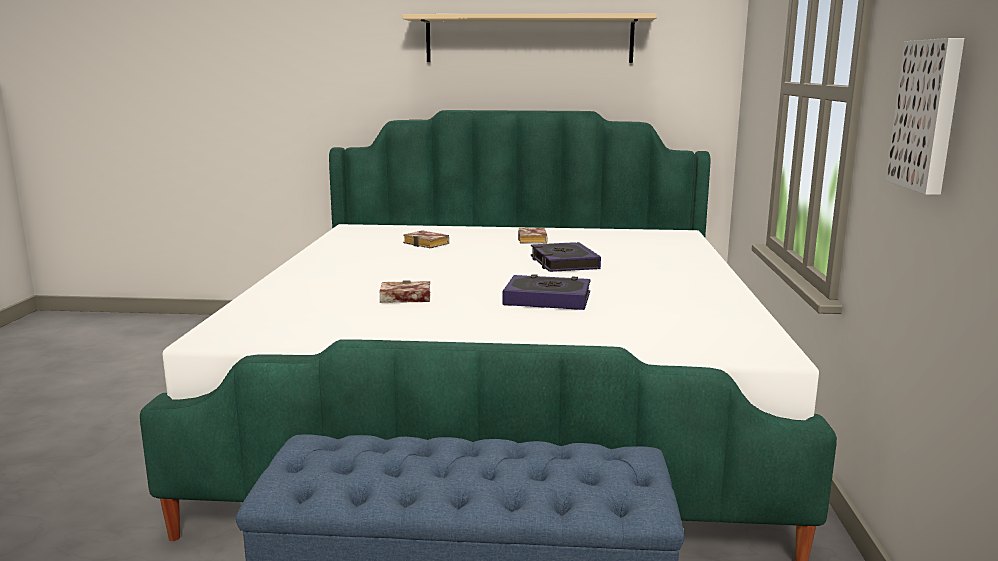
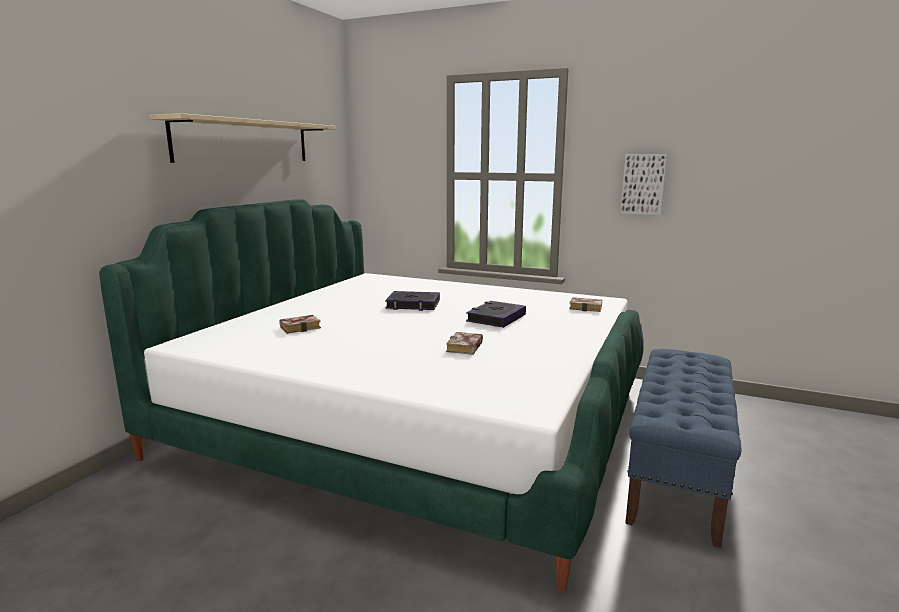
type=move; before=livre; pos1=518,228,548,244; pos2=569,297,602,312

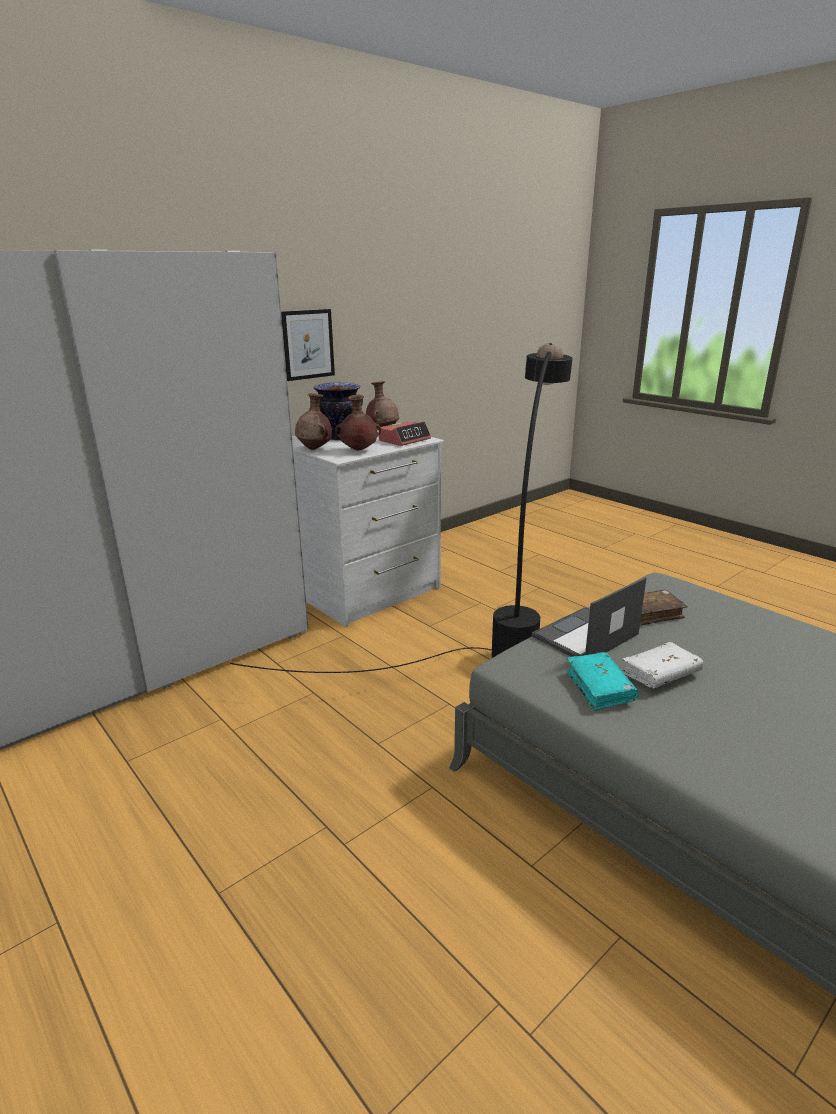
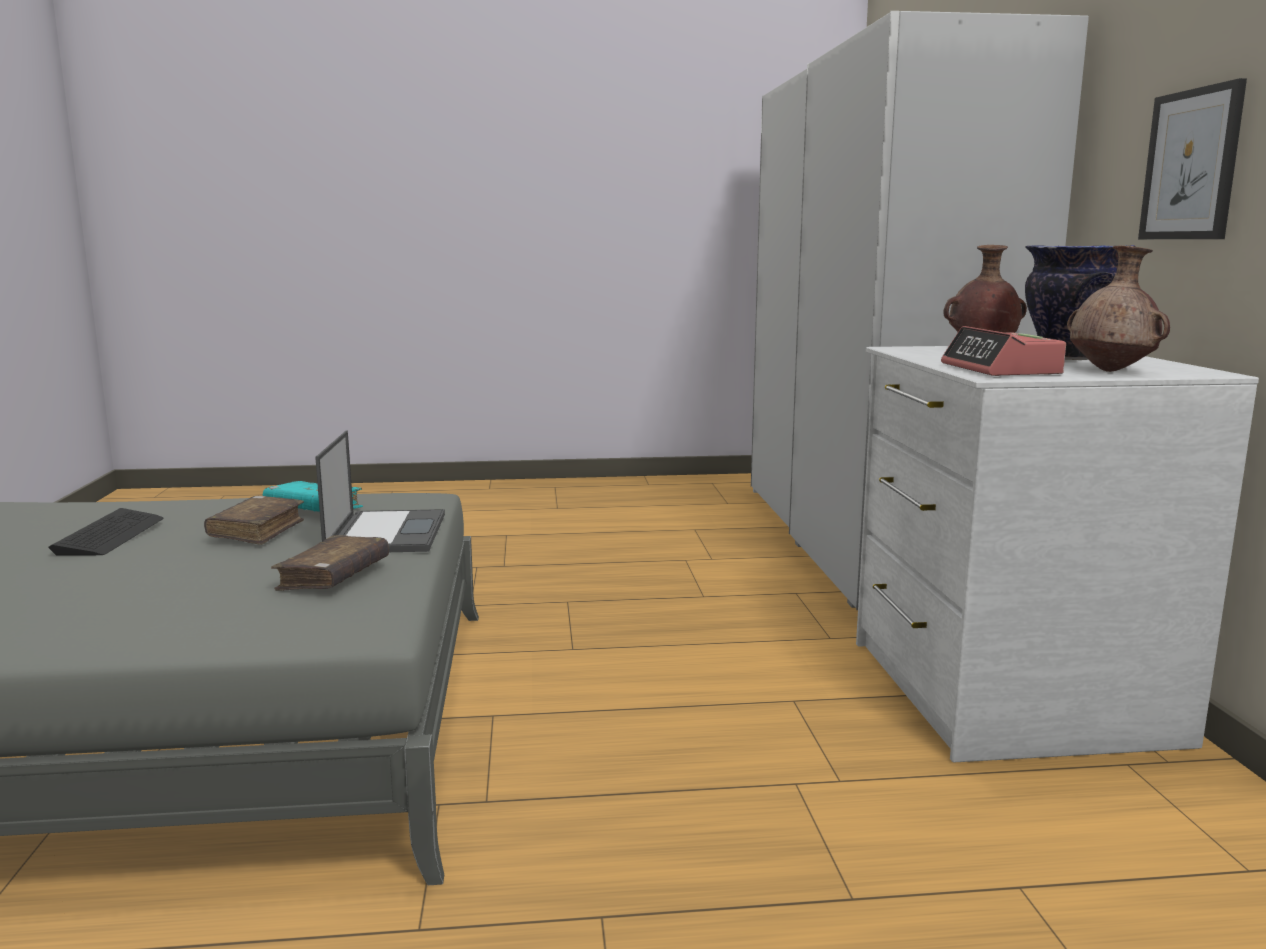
type=insert; after=clavier; pos2=48,508,164,556
type=recolor; before=livre/blanc; after=livre/marron; pos1=622,642,704,688; pos2=204,496,304,545
type=delete; before=lampadaire/noir; pos1=230,343,573,673
type=delete; before=vase/marron; pos1=335,395,381,450

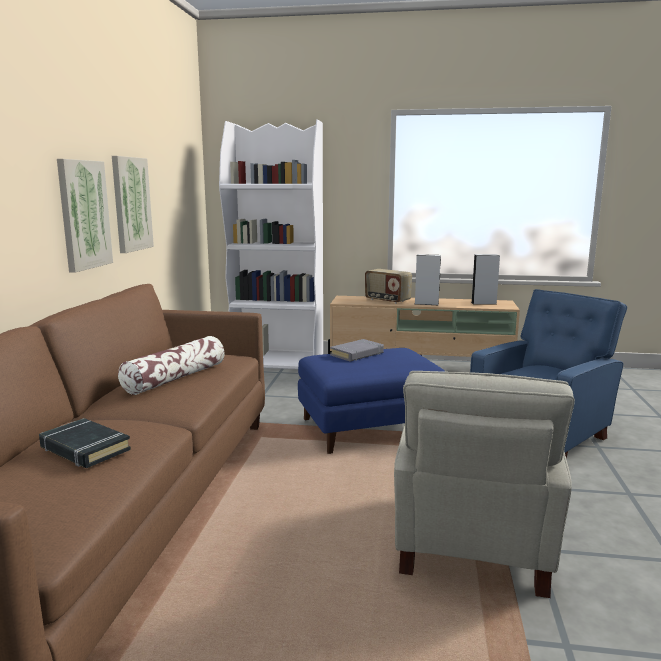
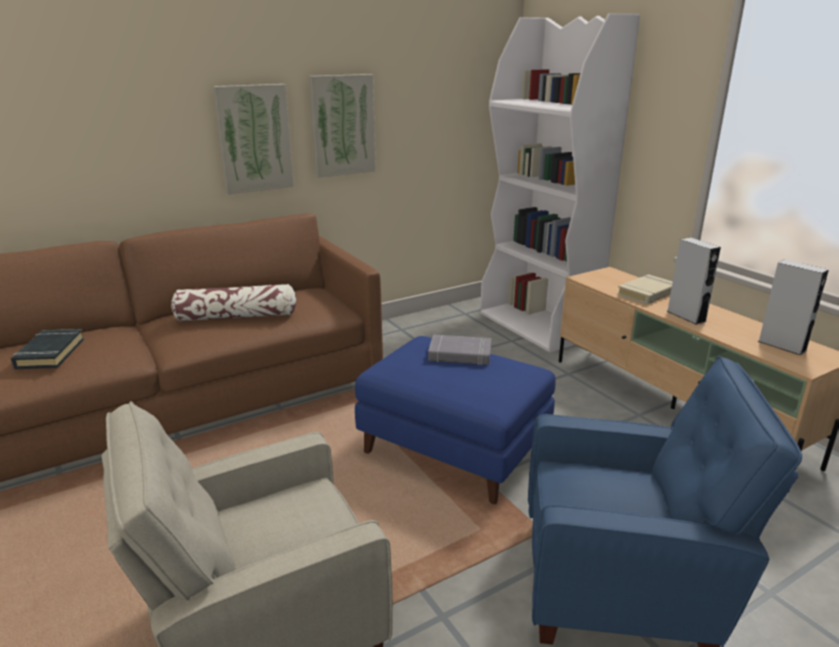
type=replace; before=radio; after=livre/beige; pos1=365,269,412,304; pos2=617,274,673,305

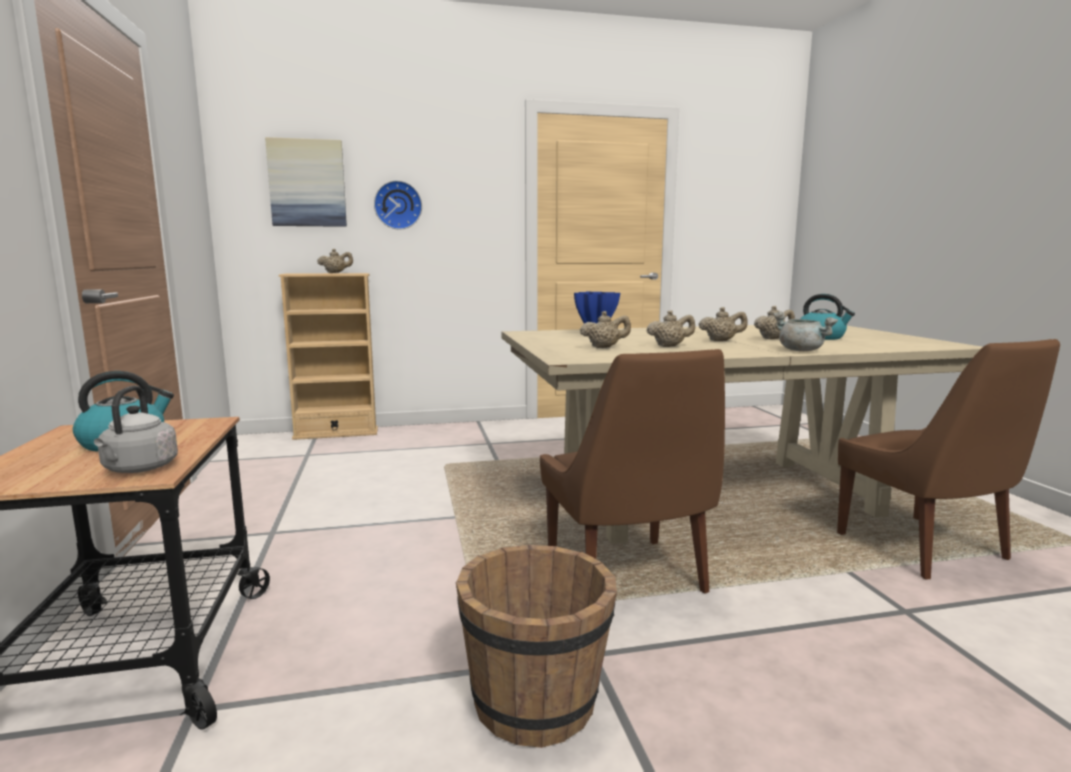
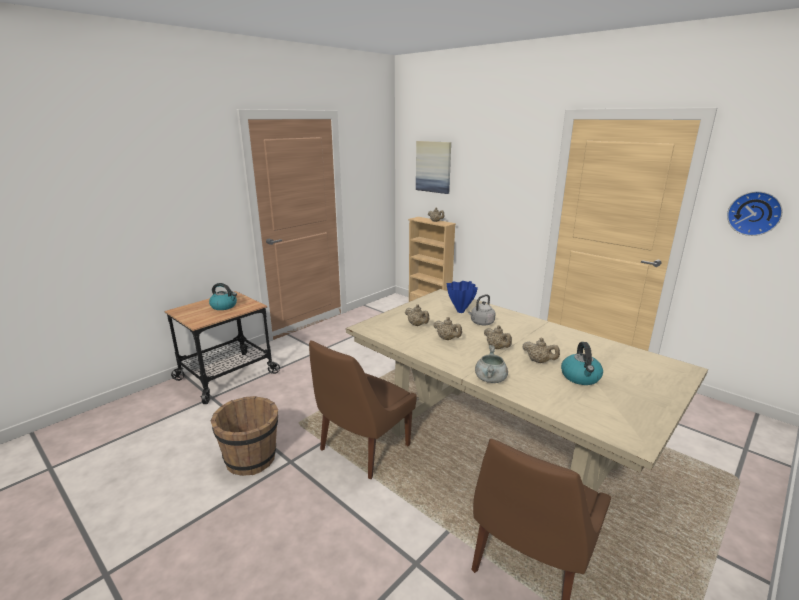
type=move; before=bouilloire/gris; pos1=94,386,178,473; pos2=468,294,495,326
type=move; before=horloge murale; pos1=374,180,422,230; pos2=727,191,783,236

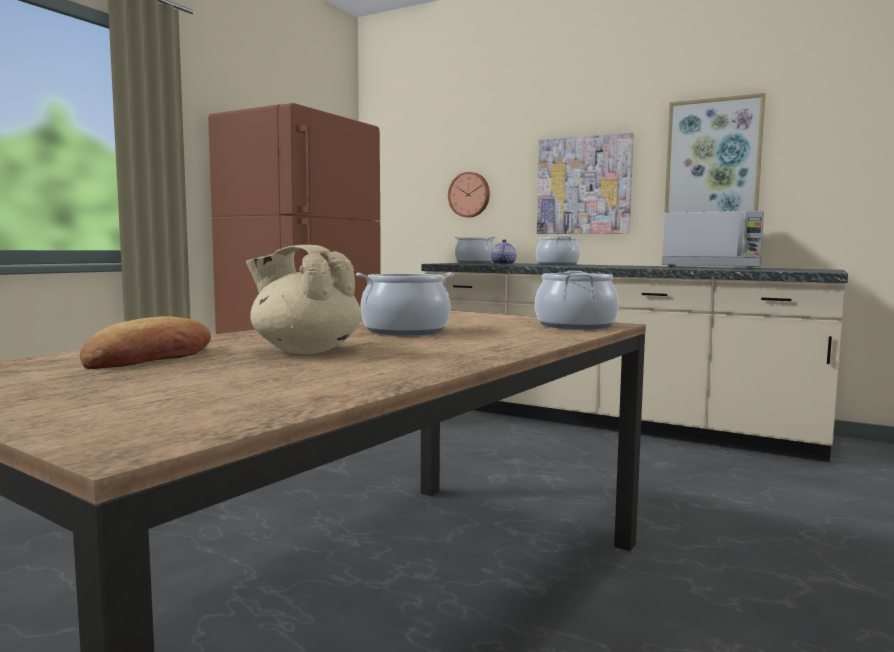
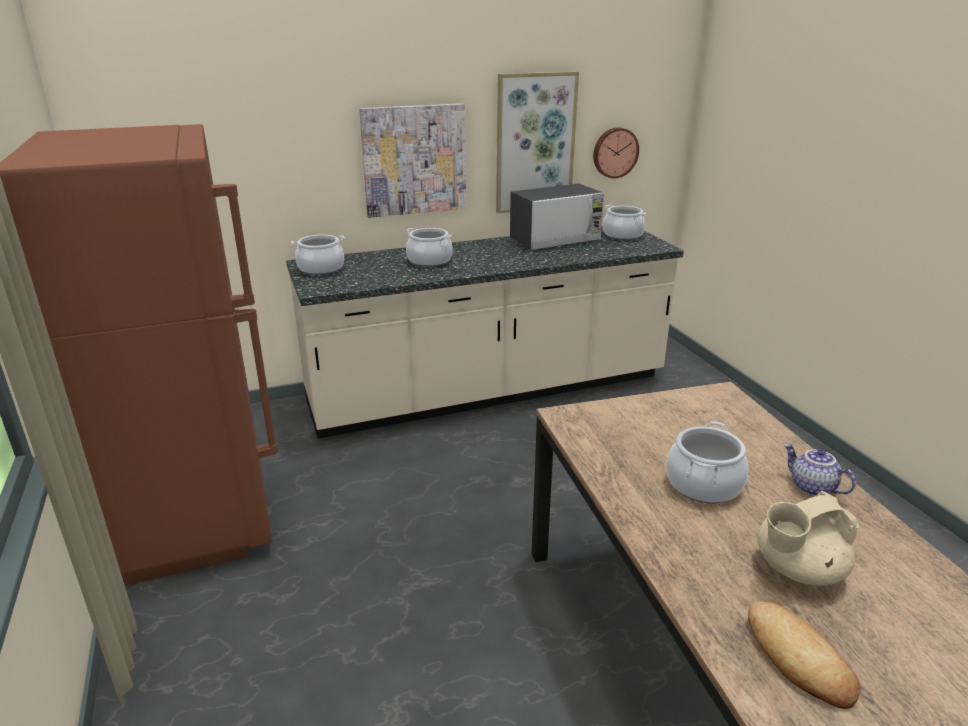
type=move; before=horloge murale; pos1=448,172,490,217; pos2=593,127,639,178
type=move; before=marmite; pos1=535,271,619,329; pos2=603,205,646,240
type=move; before=théière; pos1=491,239,516,265; pos2=784,444,856,496

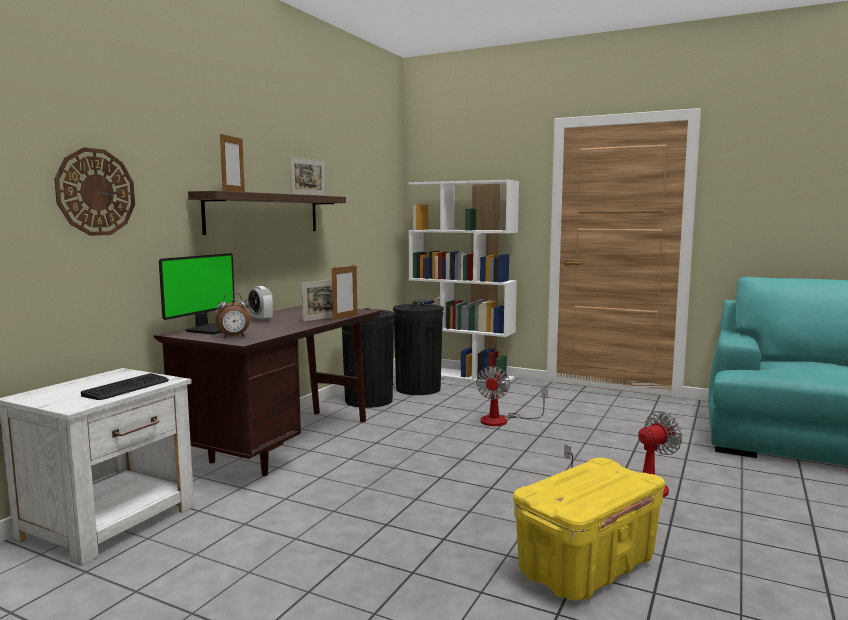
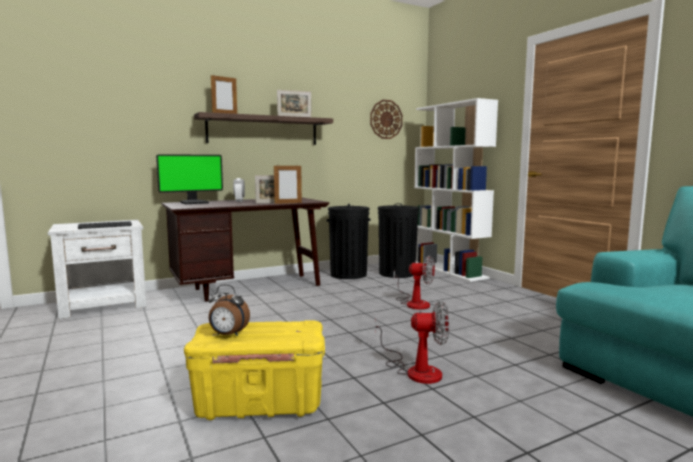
type=move; before=réveil; pos1=215,292,250,337; pos2=209,284,250,337
type=move; before=horloge murale; pos1=54,147,135,236; pos2=370,100,403,139
type=rotate; before=ventilateur; pos1=476,366,548,426; pos2=393,255,435,310; turn=-120

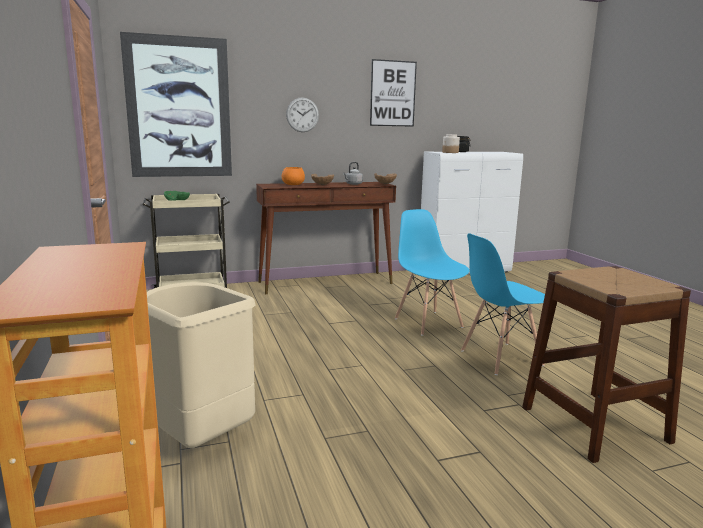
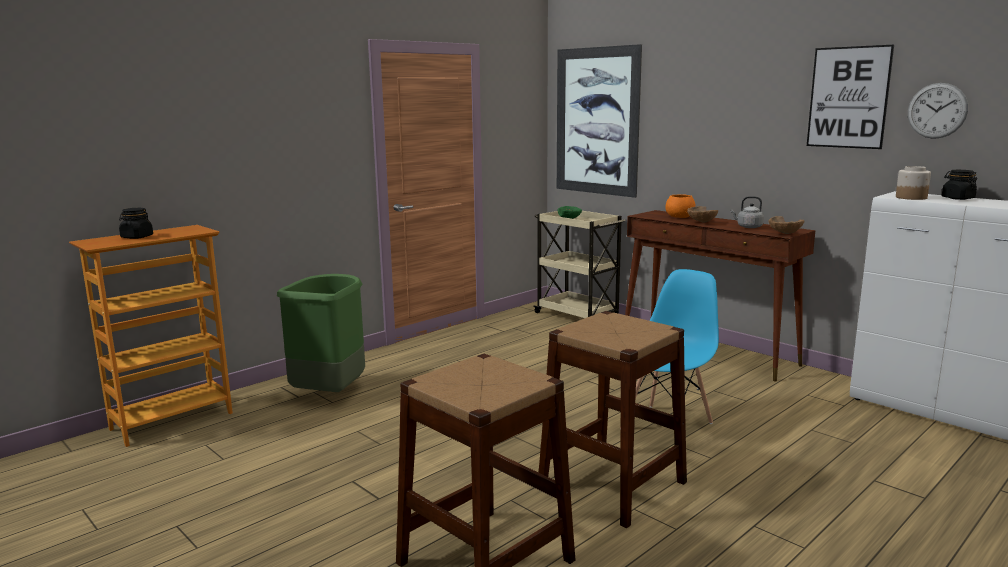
type=insert; after=bocal/noir; pos2=119,208,153,239
type=recolor; before=poubelle/beige; after=poubelle/vert; pos1=147,282,256,448; pos2=277,274,365,392
type=replace; before=chaise/bleu; after=tabouret/marron; pos1=461,233,545,375; pos2=539,311,687,528
type=move; before=horloge murale; pos1=286,97,319,132; pos2=908,83,968,139

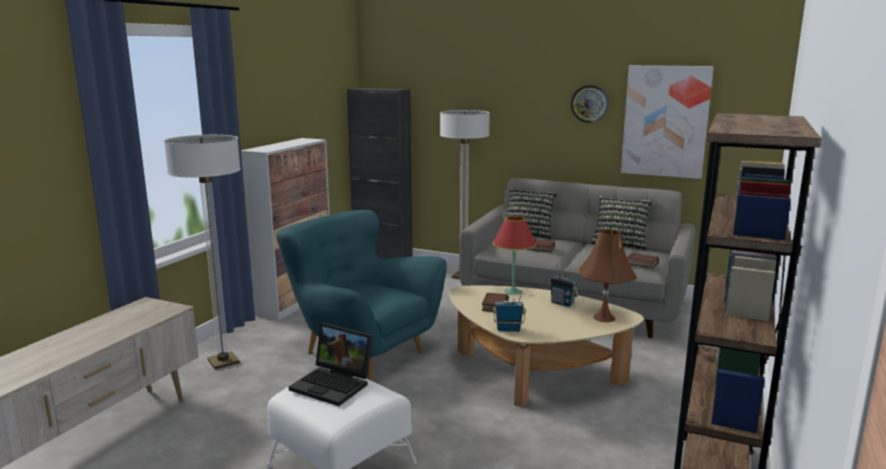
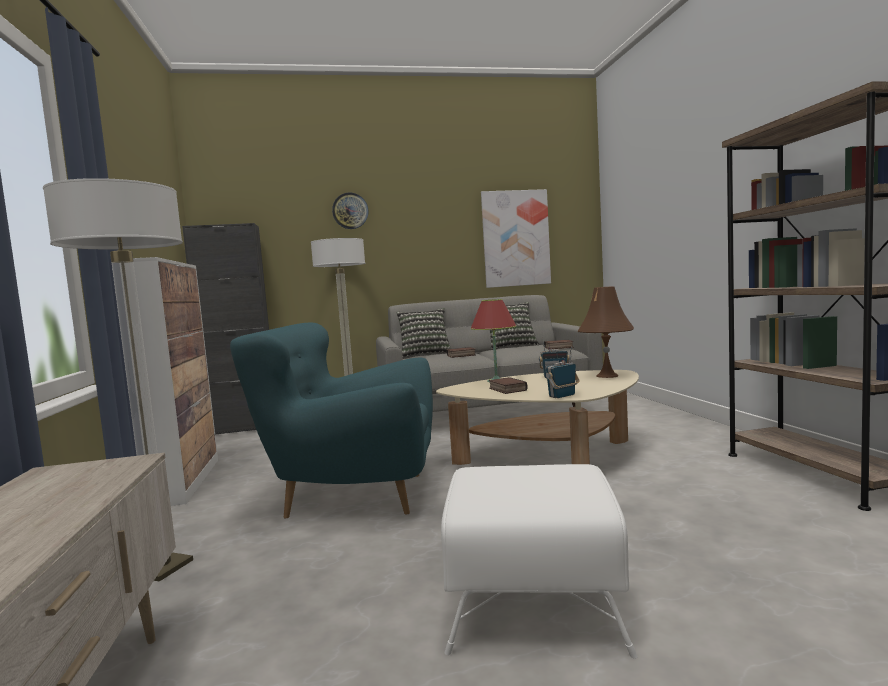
type=move; before=horloge murale; pos1=571,85,609,123; pos2=332,193,369,229
type=delete; before=ordinateur portable; pos1=289,323,373,406

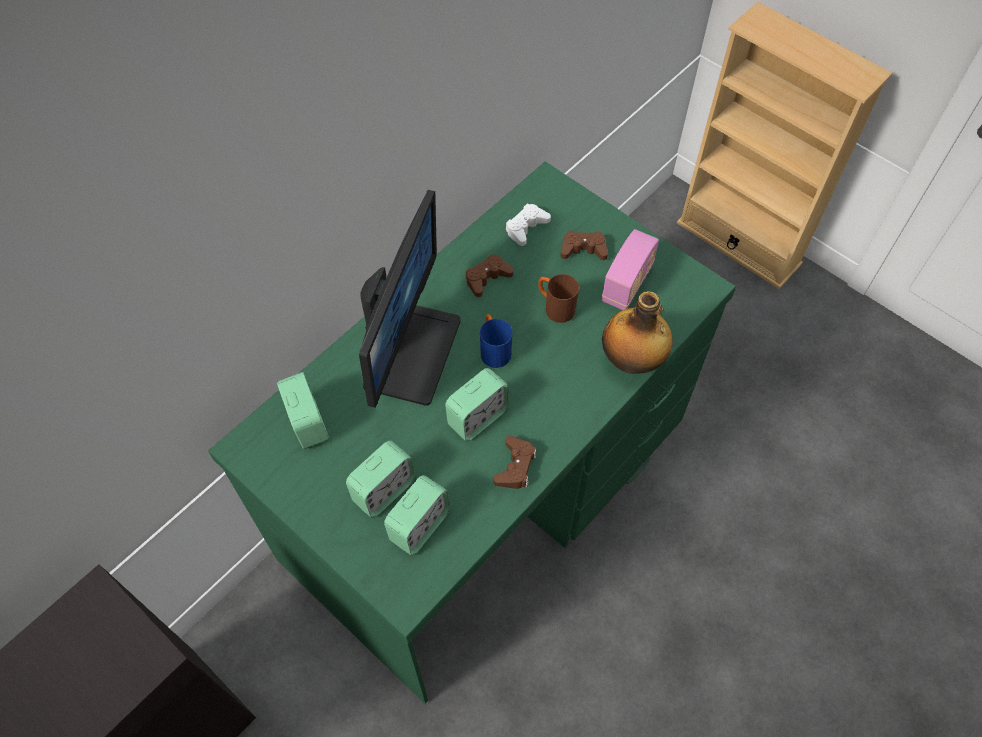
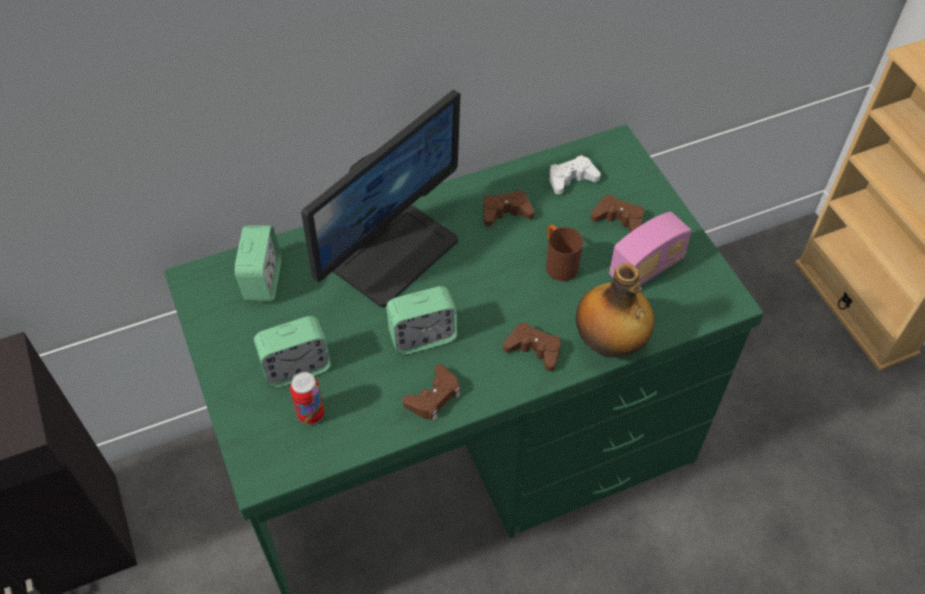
type=replace; before=réveil; after=boîte métallique; pos1=384,475,450,556; pos2=290,372,324,424
type=insert; after=manette/marron; pos2=503,322,561,371
type=delete; before=mug/bleu; pos1=480,314,512,368

